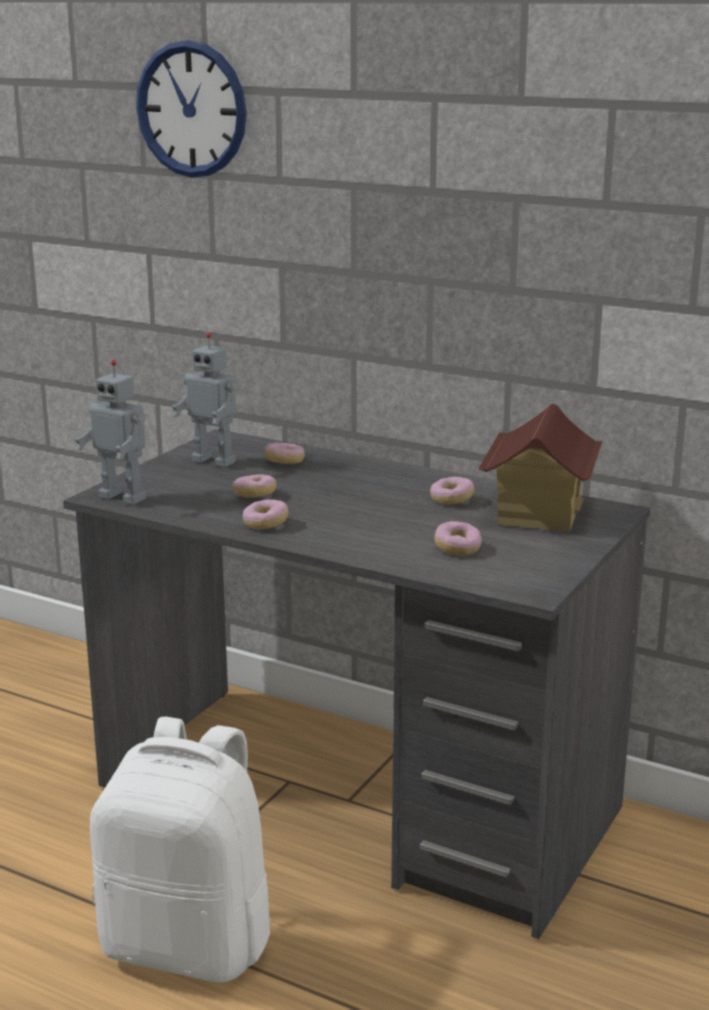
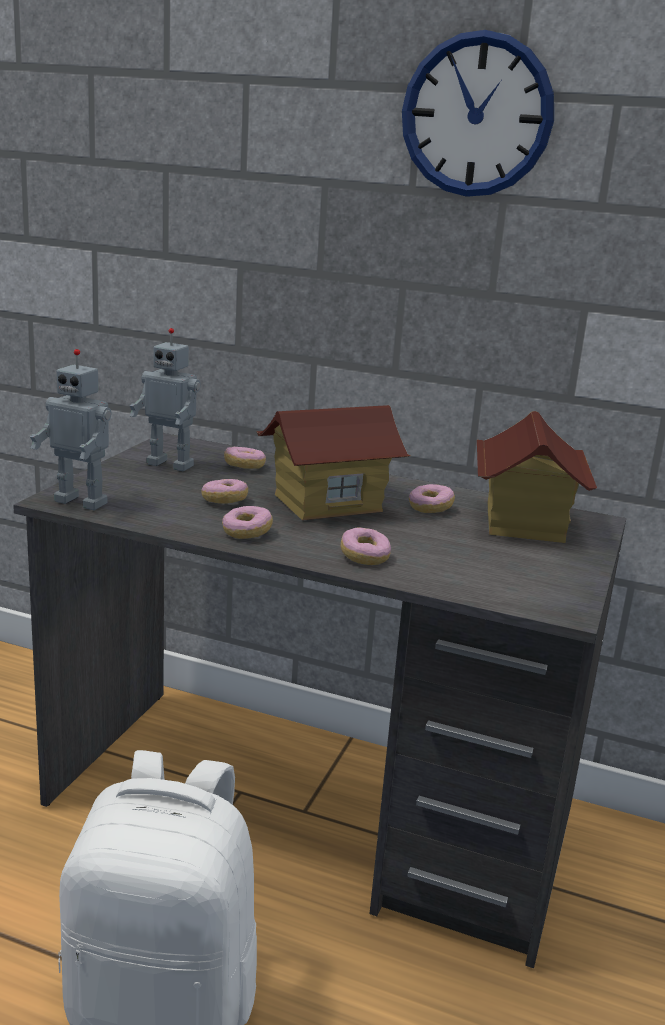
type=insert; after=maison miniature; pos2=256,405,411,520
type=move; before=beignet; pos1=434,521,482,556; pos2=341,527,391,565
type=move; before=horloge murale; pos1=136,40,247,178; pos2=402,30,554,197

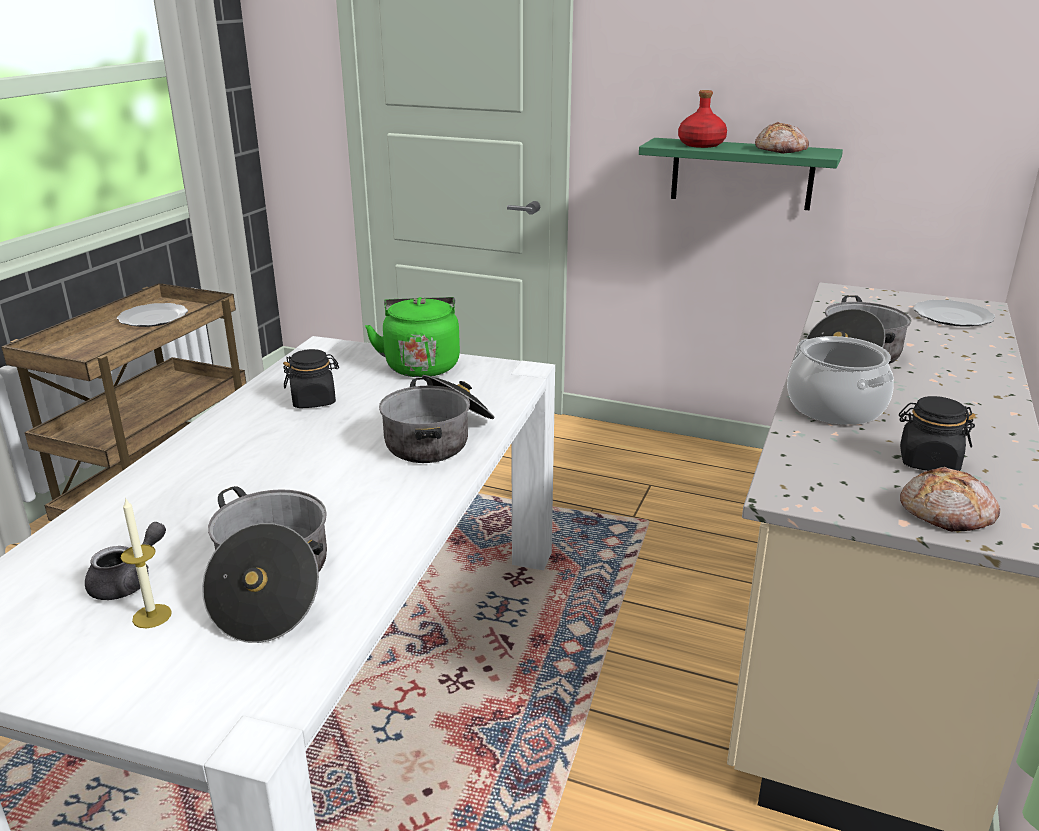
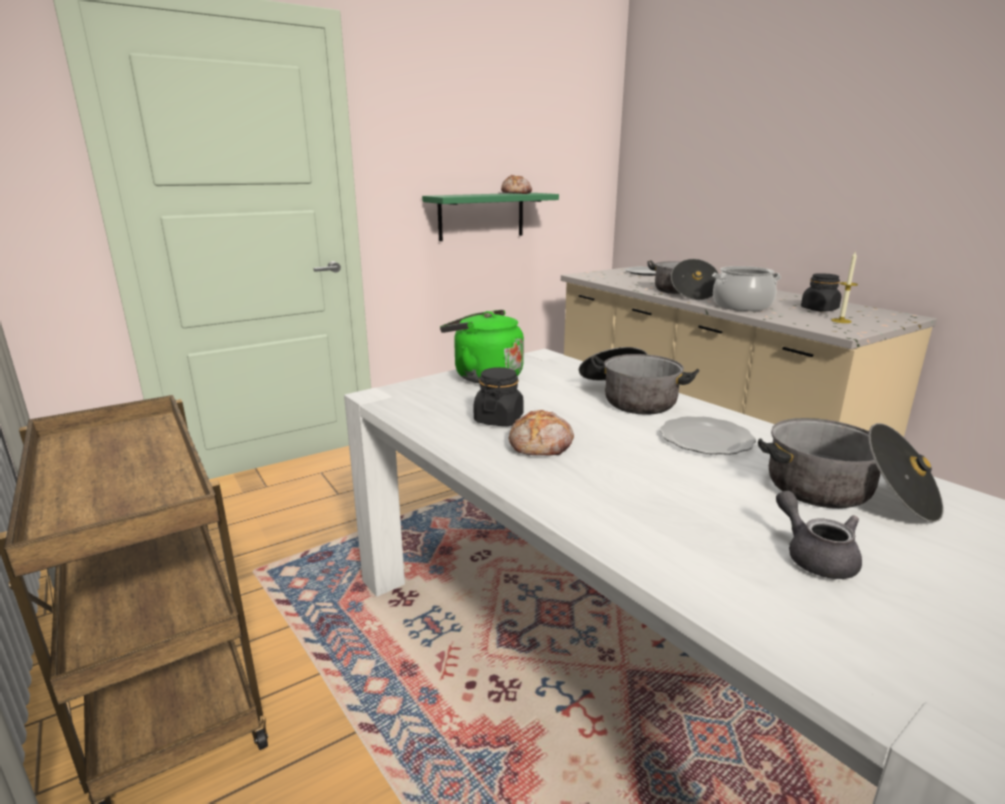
type=move; before=pain; pos1=900,467,1000,532; pos2=509,410,574,455
type=move; before=assiette; pos1=117,303,188,327; pos2=660,416,756,455
type=move; before=bougie; pos1=121,497,172,628; pos2=831,251,858,323
type=delete; before=bouteille/rouge; pos1=678,90,727,148

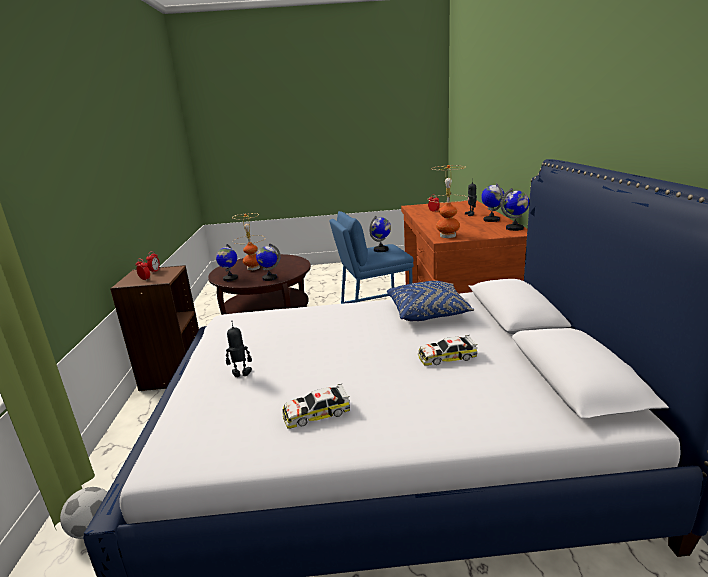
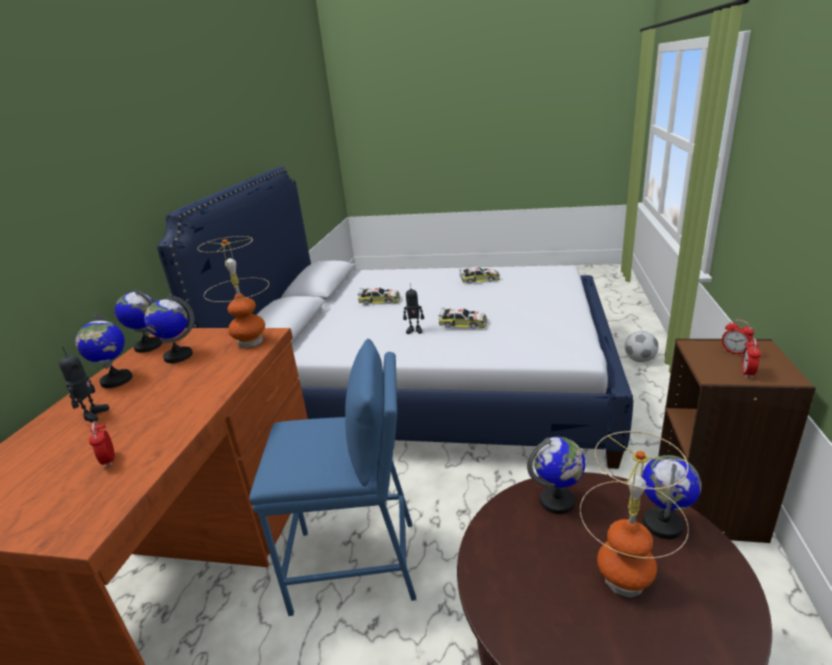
type=move; before=globe; pos1=369,216,391,252; pos2=144,294,194,363
type=move; before=robot jouet; pos1=226,323,252,377; pos2=403,283,424,334
type=insert; after=petite voiture; pos2=438,308,487,329
type=delete; before=coussin/bleu; pos1=387,281,475,321

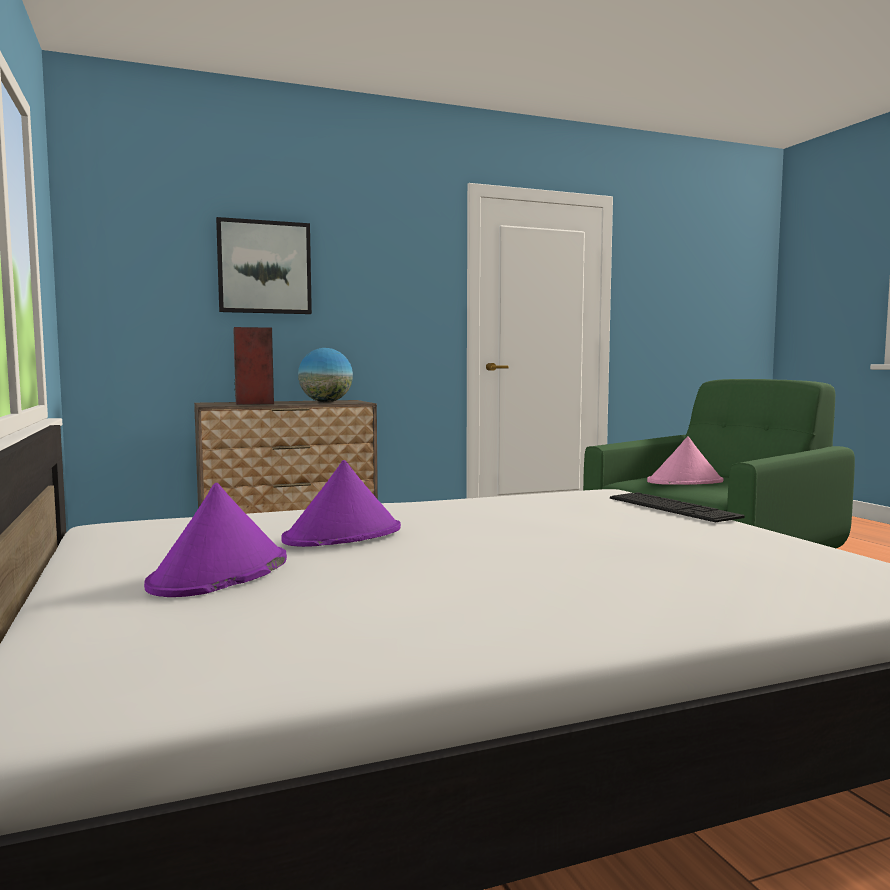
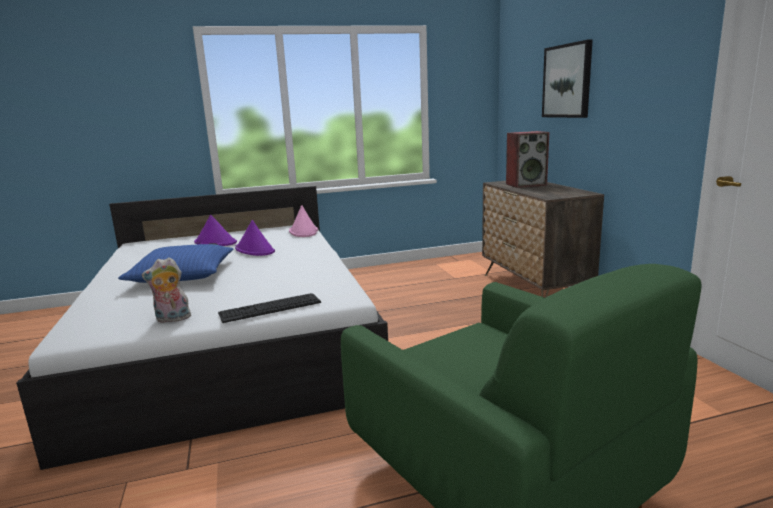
type=insert; after=coussin/bleu; pos2=118,244,233,283
type=insert; after=peluche; pos2=142,257,191,323
type=move; before=chapeau/rose; pos1=647,437,724,485; pos2=289,205,318,237
type=delete; before=globe; pos1=298,348,353,402

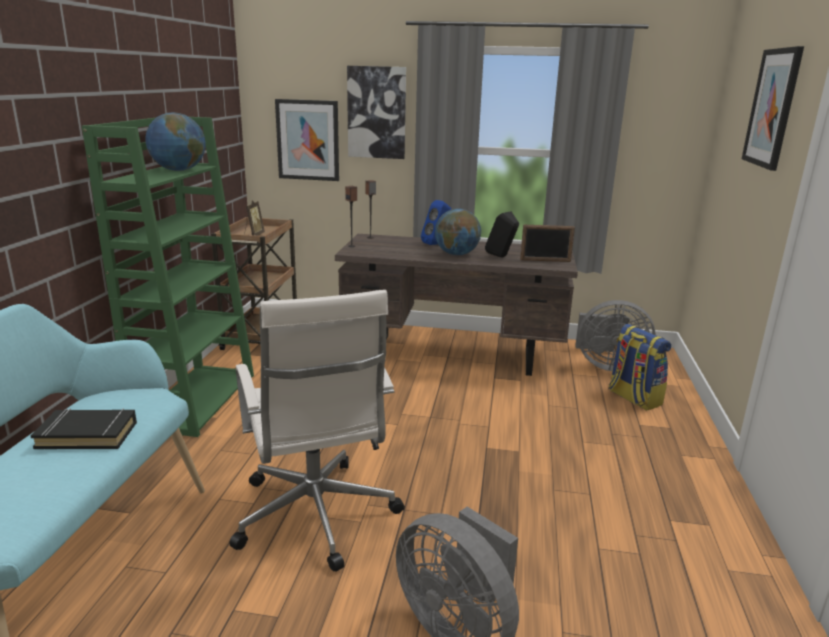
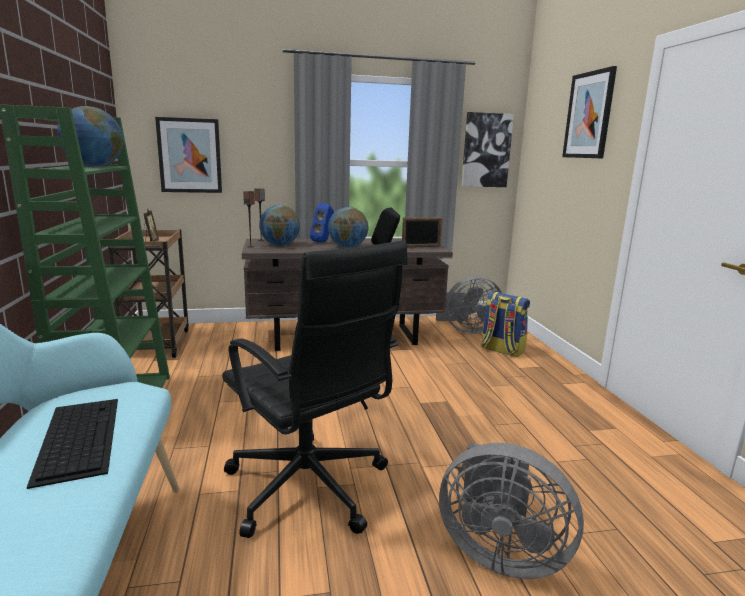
type=replace; before=livre/noir; after=clavier; pos1=31,408,137,449; pos2=27,399,118,489
type=recolor; before=chaise de bureau/blanc; after=chaise de bureau/noir; pos1=229,290,405,572; pos2=222,240,408,538
type=insert; after=globe; pos2=259,205,300,246
type=move; before=tableau; pos1=347,66,406,159; pos2=461,112,514,187

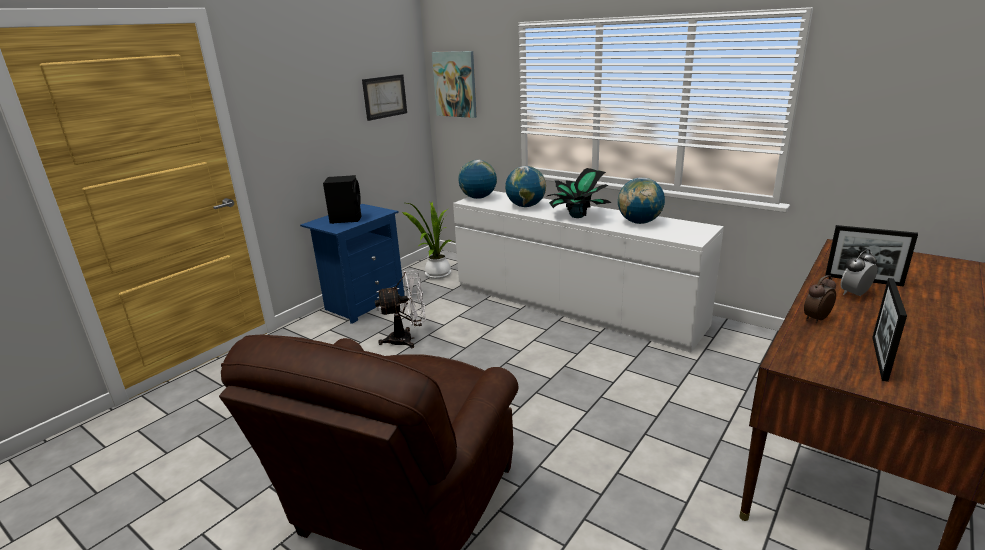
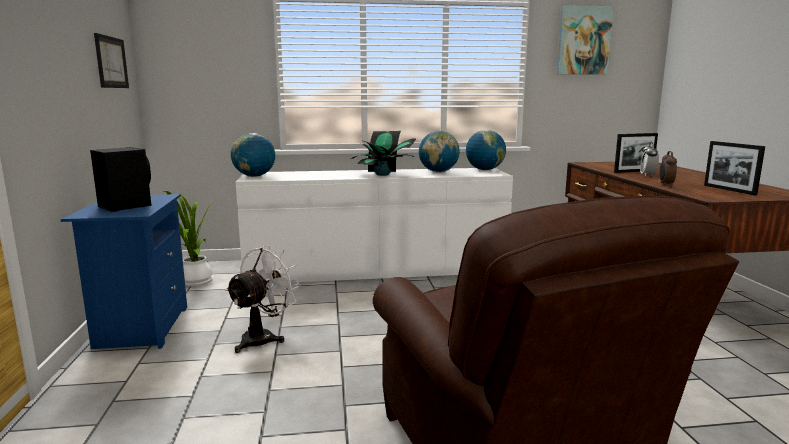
type=move; before=globe; pos1=505,166,546,207; pos2=466,130,506,170
type=move; before=tableau; pos1=432,51,477,118; pos2=557,5,614,75

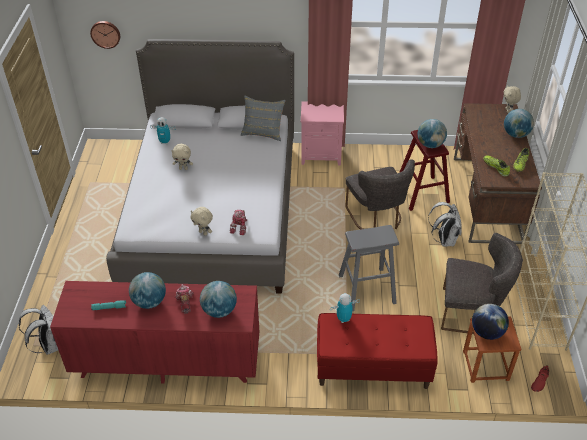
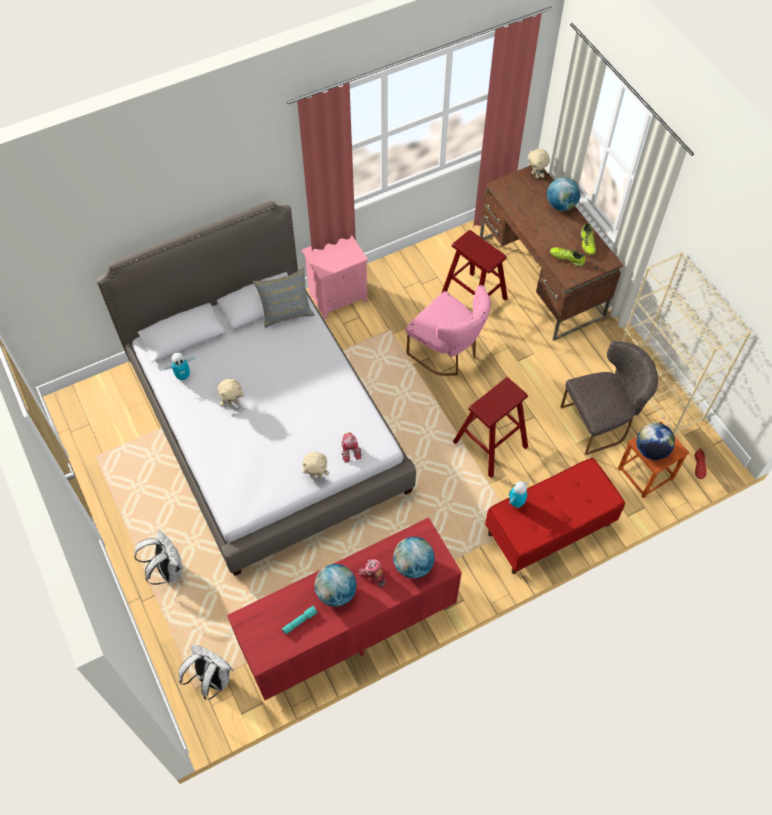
type=move; before=sac à dos/blanc; pos1=428,202,462,247; pos2=134,530,183,585
type=recolor; before=chaise/gris; after=chaise/rose; pos1=345,159,415,230; pos2=406,285,491,376
type=recolor; before=tabouret/gris; after=tabouret/rouge; pos1=339,225,399,311; pos2=453,377,528,478
type=delete; before=horloge murale; pos1=90,21,120,49
type=delete; before=globe; pos1=418,119,447,148

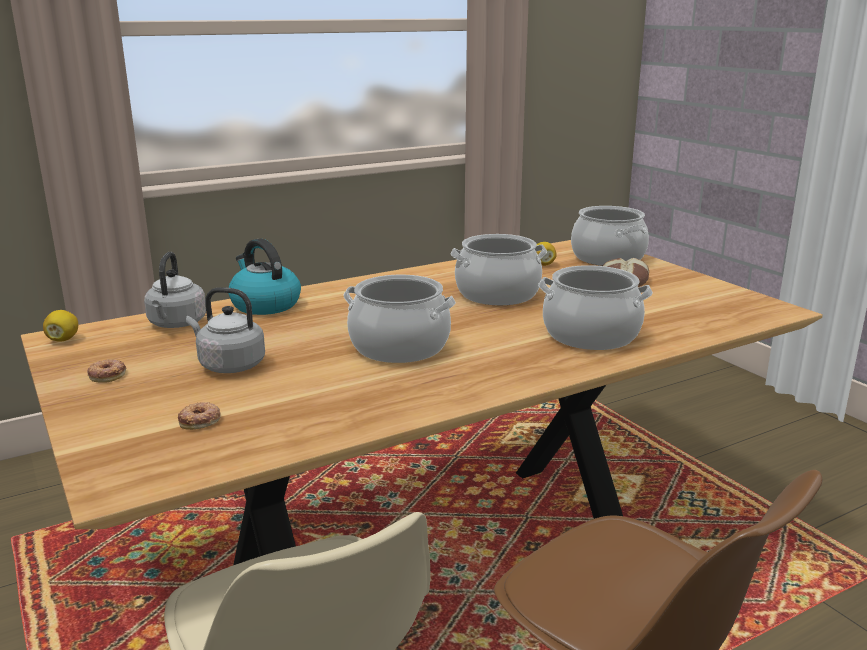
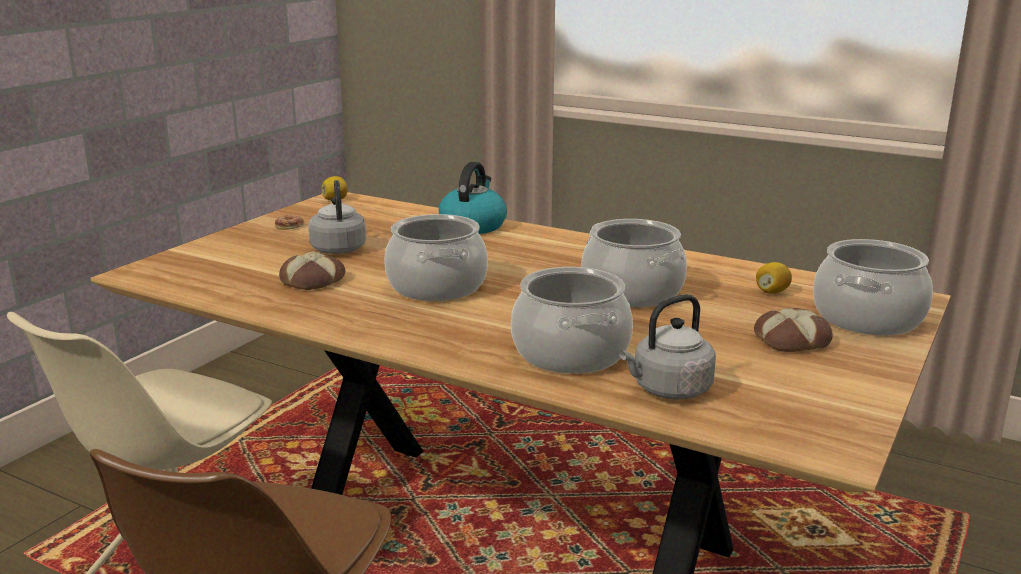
type=insert; after=pain; pos2=279,251,345,290
type=move; before=bouilloire/gris; pos1=144,252,206,328; pos2=619,294,716,400
type=delete; before=beignet; pos1=178,402,221,430

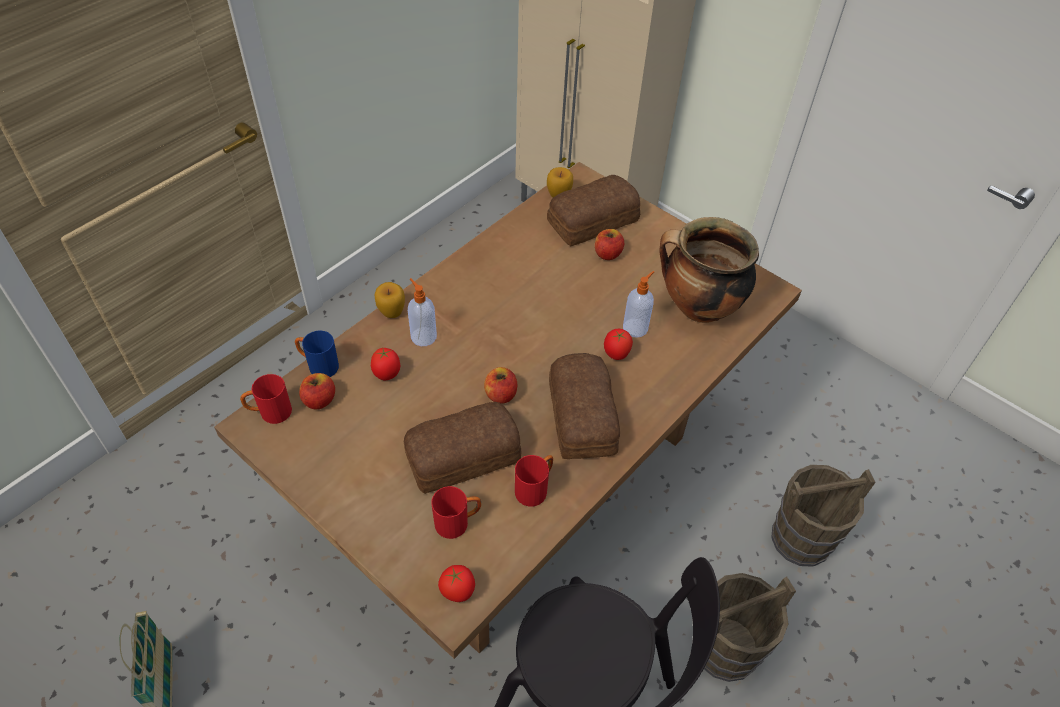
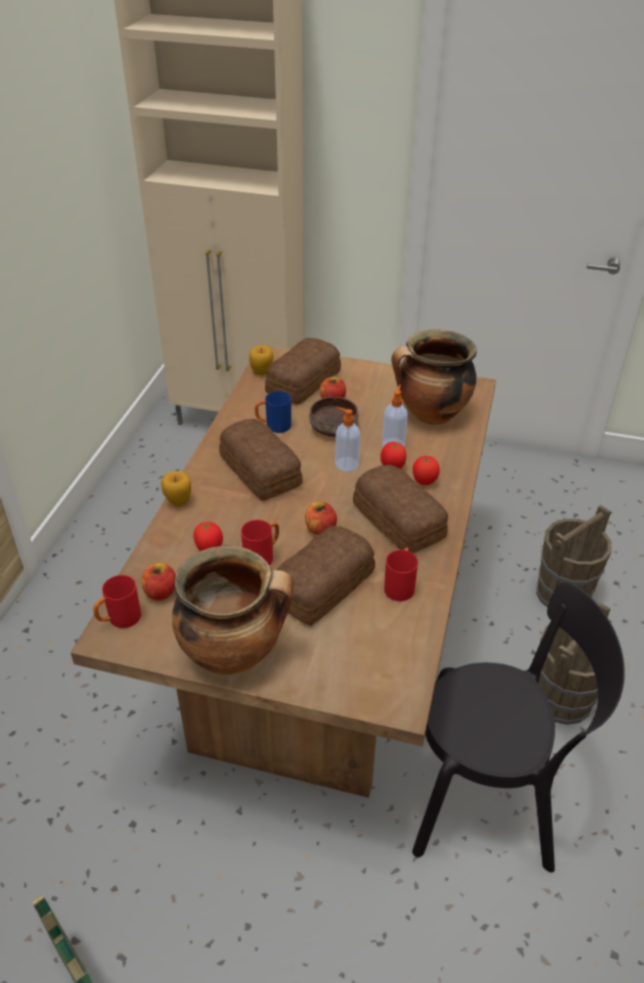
type=insert; after=marmite; pos2=172,546,294,675
type=insert; after=pain; pos2=219,419,303,501
type=move; before=mug/rouge; pos1=431,486,481,539; pos2=241,520,279,565
type=move; before=mug/bleu; pos1=295,330,339,377; pos2=255,391,291,433
type=insert; after=bol/marron; pos2=310,397,358,437
type=move; before=distributeur de savon; pos1=408,278,437,346; pos2=335,407,360,472
type=move; before=tomate; pos1=438,565,475,602; pos2=413,456,440,485

